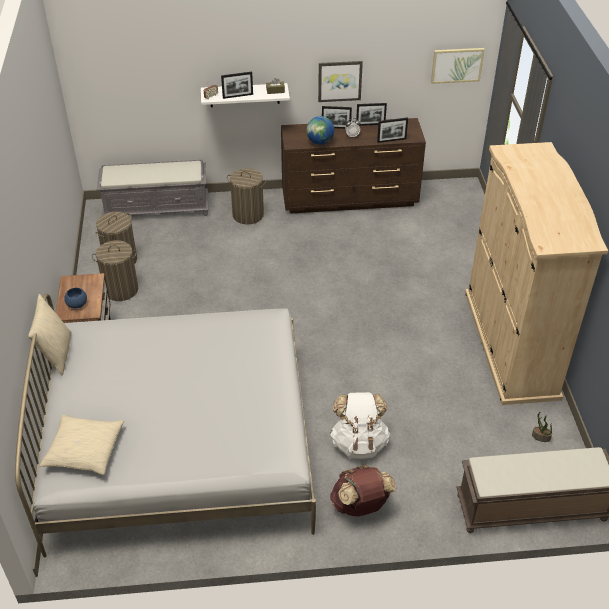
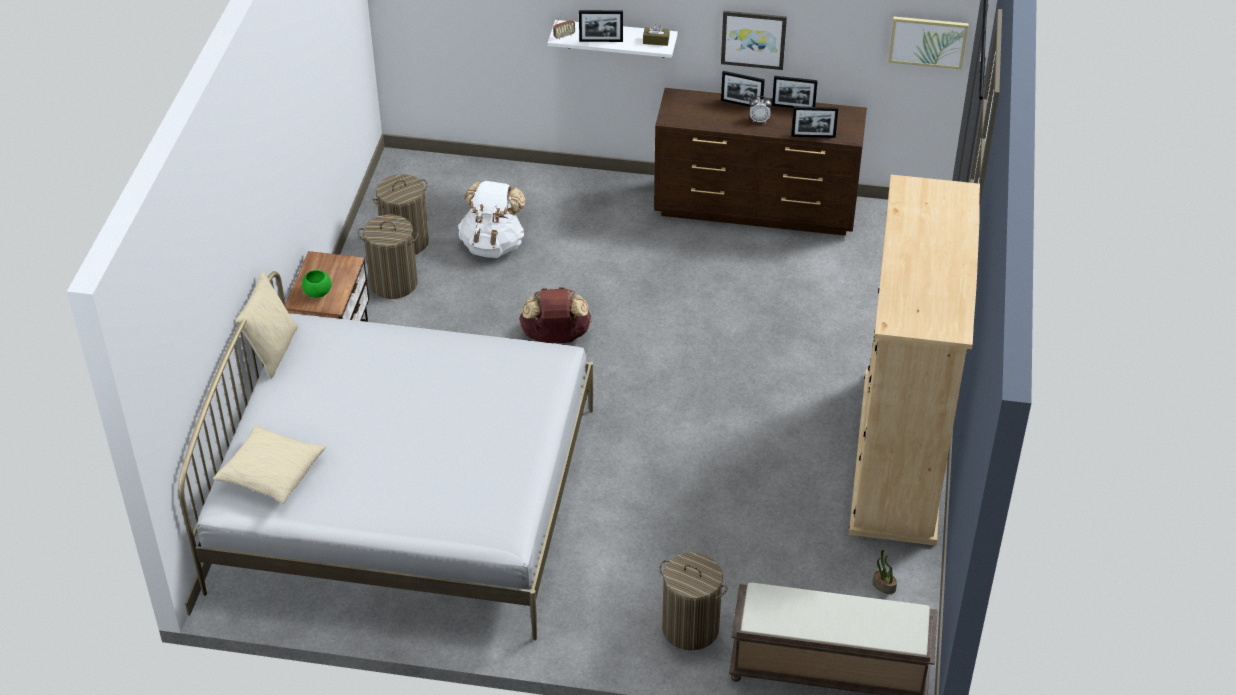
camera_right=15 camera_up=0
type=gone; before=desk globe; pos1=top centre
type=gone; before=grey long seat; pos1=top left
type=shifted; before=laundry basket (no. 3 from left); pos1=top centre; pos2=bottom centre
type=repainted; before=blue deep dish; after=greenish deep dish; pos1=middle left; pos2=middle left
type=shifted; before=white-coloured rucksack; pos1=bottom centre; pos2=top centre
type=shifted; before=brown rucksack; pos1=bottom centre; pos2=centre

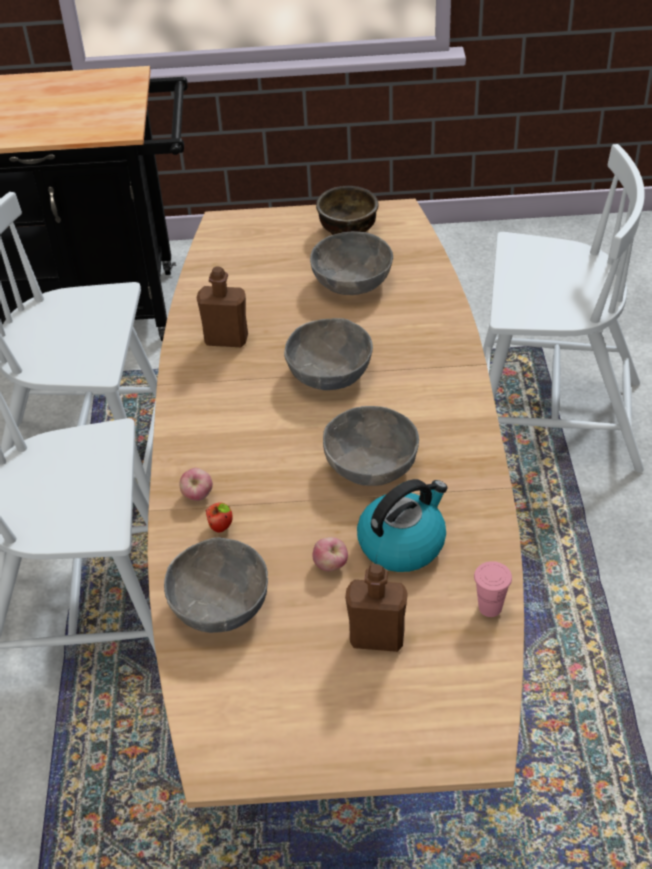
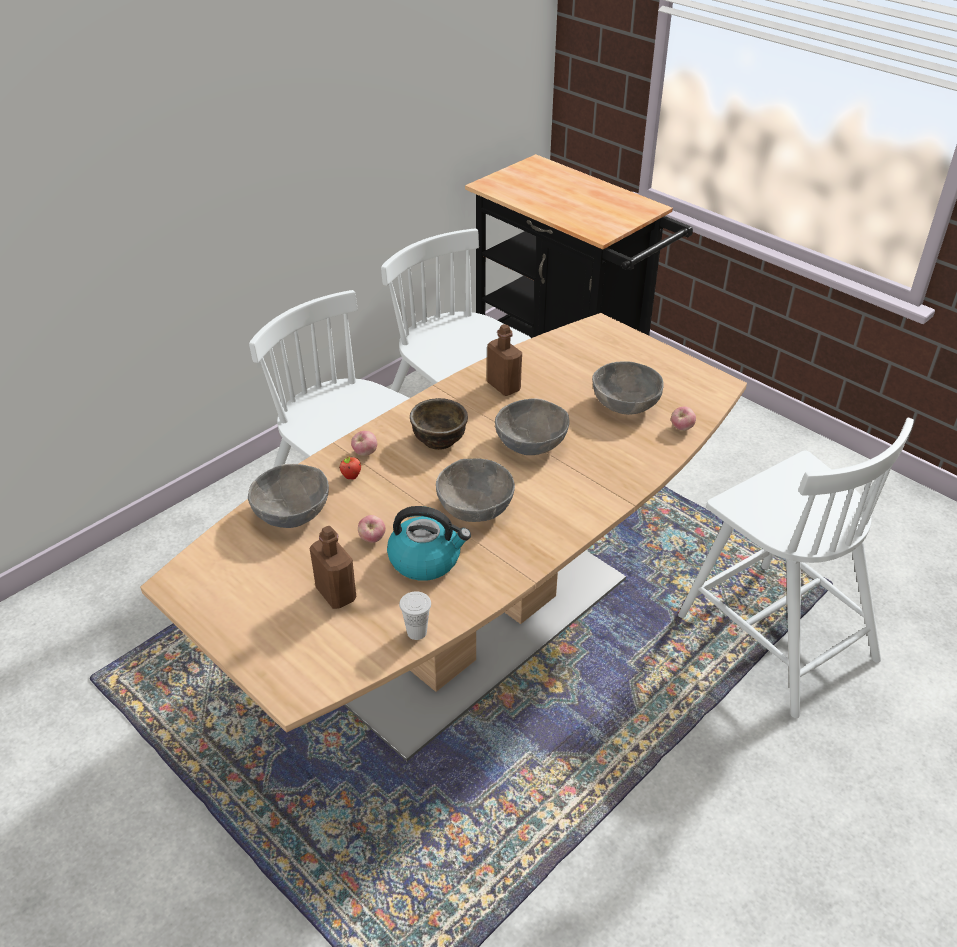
camera_right=45 camera_up=-5
type=shifted; before=brown deep dish; pos1=top centre; pos2=centre
type=repainted; before=pinkish cup; after=white-coloured cup; pos1=bottom right; pos2=centre
type=new; after=apple (no. 4 from left); pos2=middle right

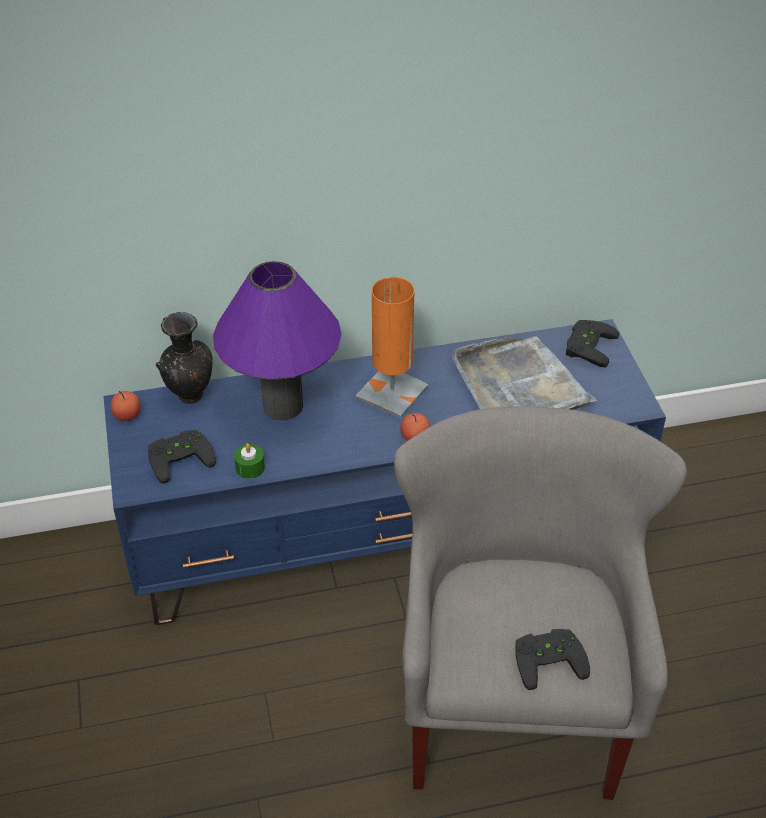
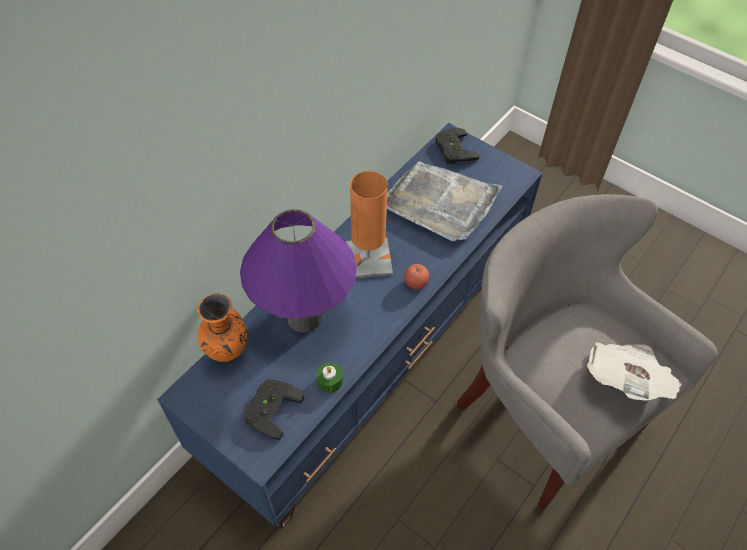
camera_right=-40 camera_up=10
type=repainted; before=black decorative vase; after=orange decorative vase; pos1=middle left; pos2=middle left
type=gone; before=apple (no. 1 from left); pos1=middle left
type=swapped; before=black joypad (no. 2 from left); after=printed paper; pos1=bottom right; pos2=bottom right

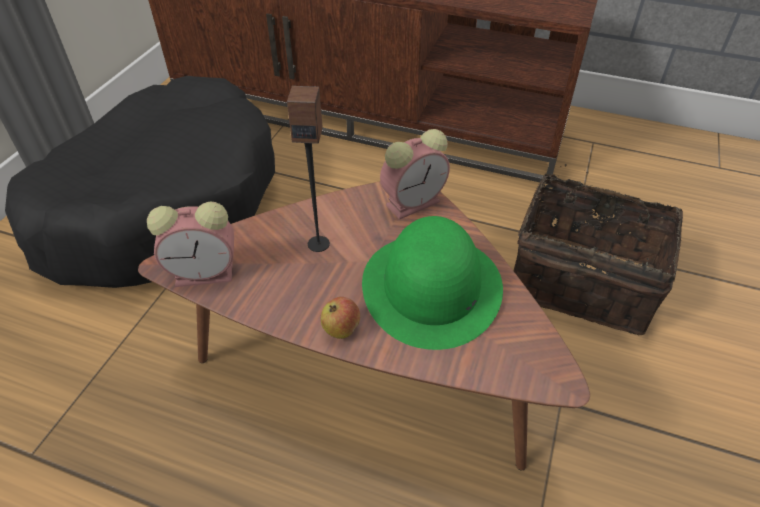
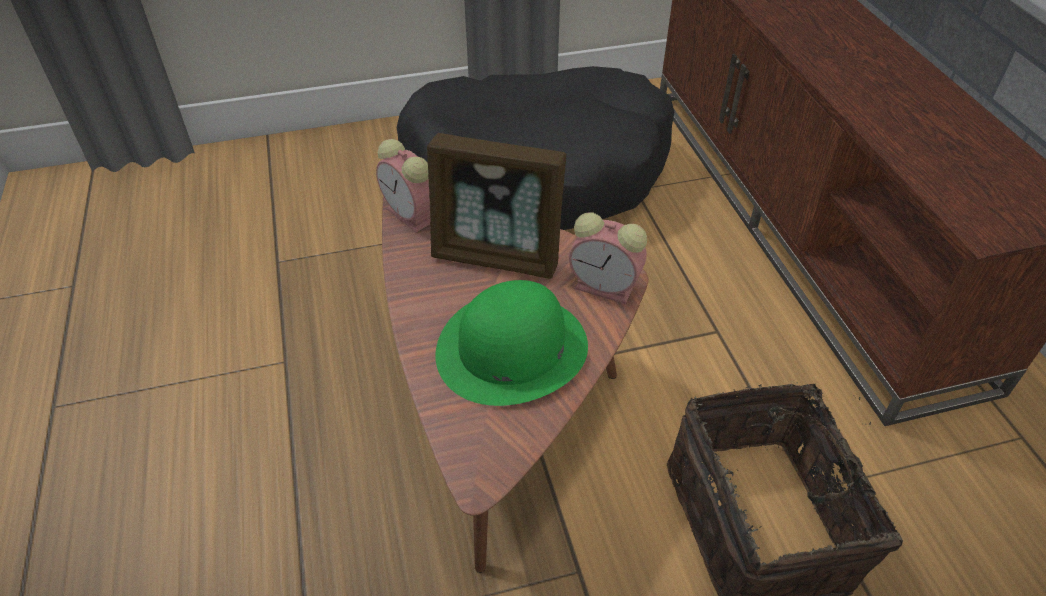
camera_right=55 camera_up=0
type=swapped; before=loudspeaker; after=photo frame; pos1=centre; pos2=centre
type=gone; before=apple; pos1=centre

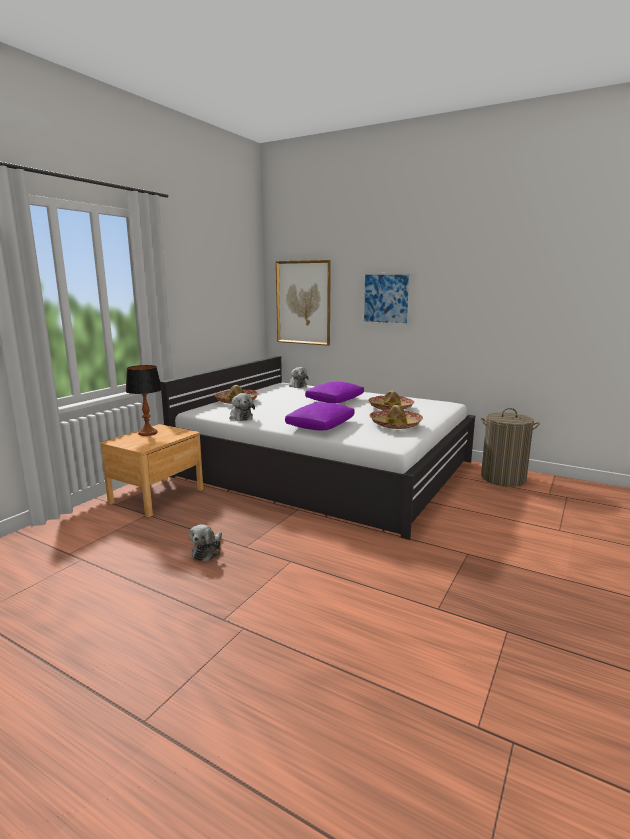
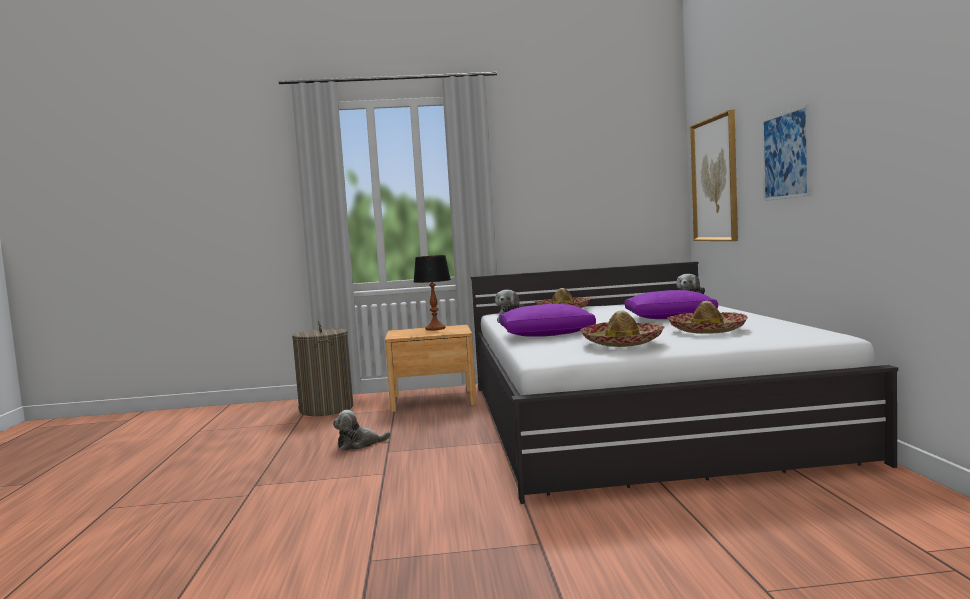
camera_right=55 camera_up=-10
type=shifted; before=laundry basket; pos1=middle right; pos2=middle left

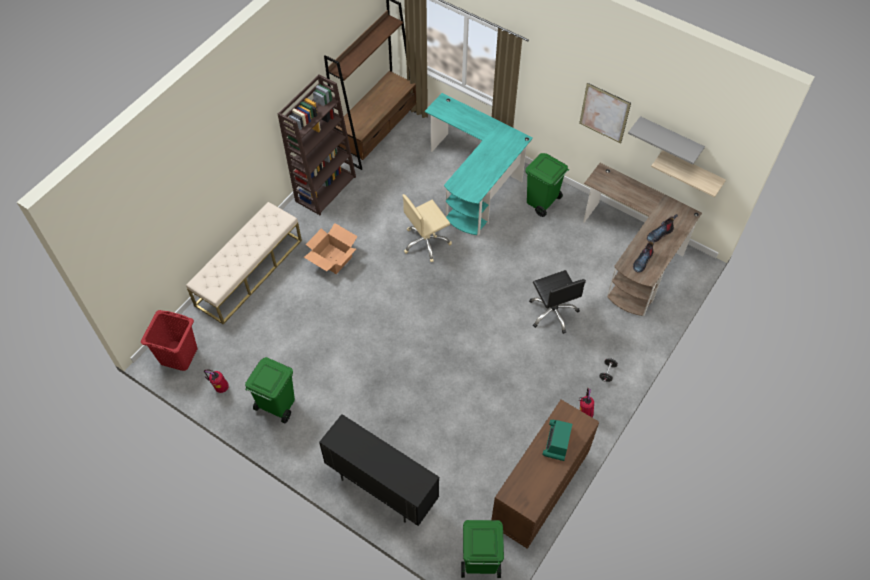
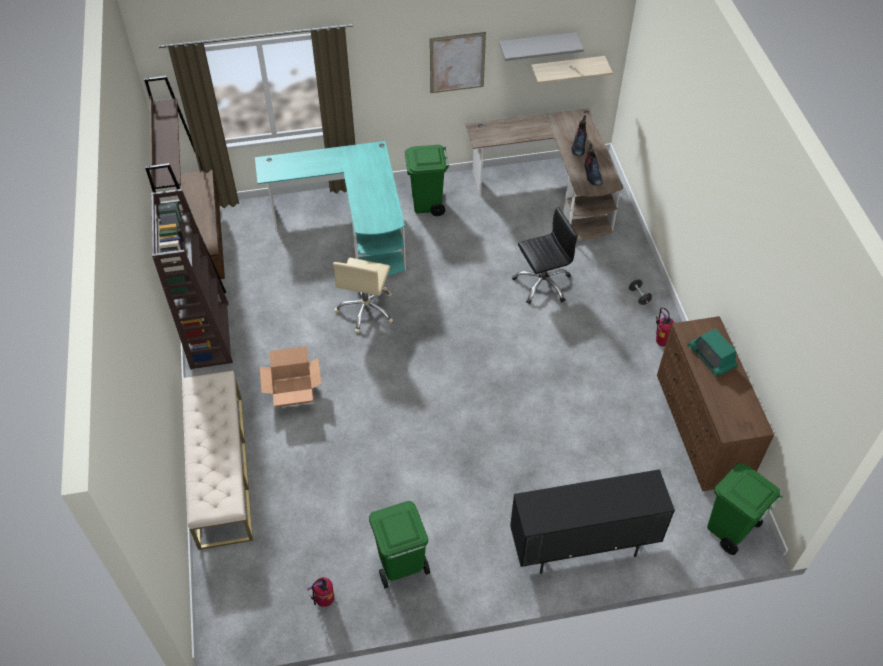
camera_right=-45 camera_up=-5
type=rotated; before=black computer chair; pos1=centre; pos2=centre; turn=-45
type=gone; before=reddish laundry basket; pos1=middle left

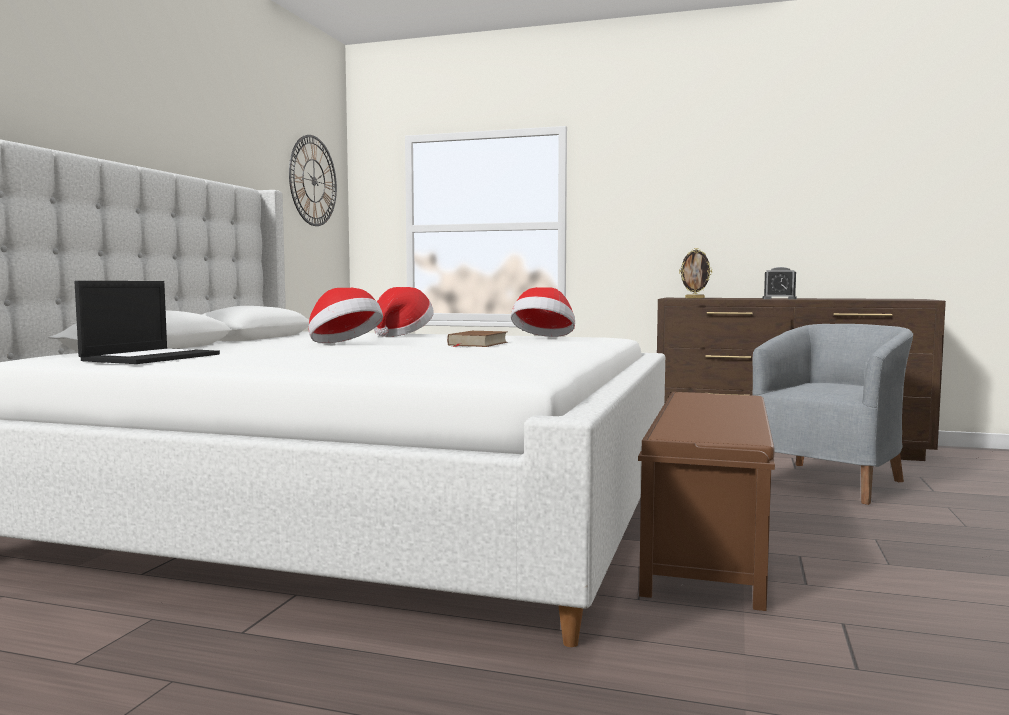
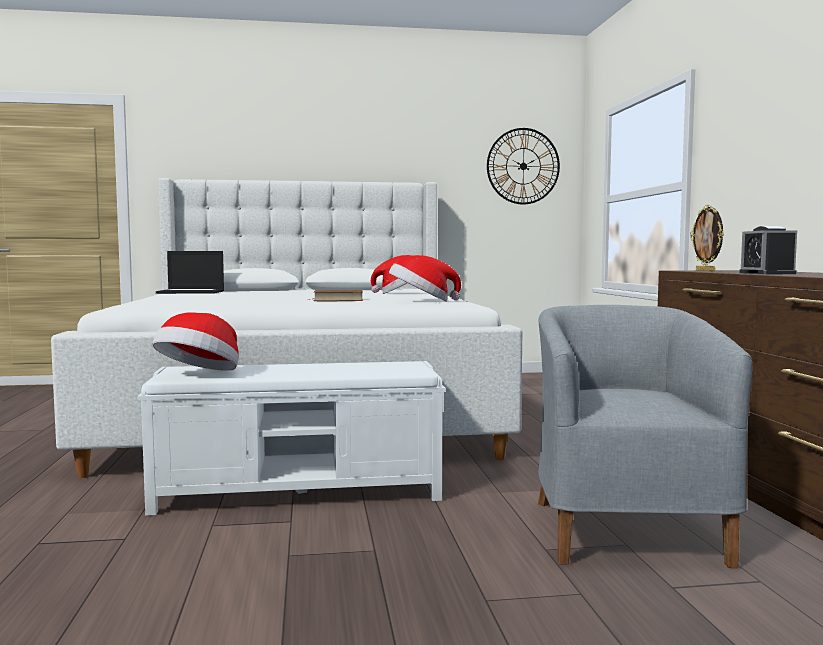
camera_right=65 camera_up=0
type=shifted; before=wearable hat (no. 1 from left); pos1=centre; pos2=middle left
type=rotated; before=grey lounge chair; pos1=middle right; pos2=bottom right; turn=-105
type=repainted; before=brown long seat; after=white-coloured long seat; pos1=bottom right; pos2=bottom centre

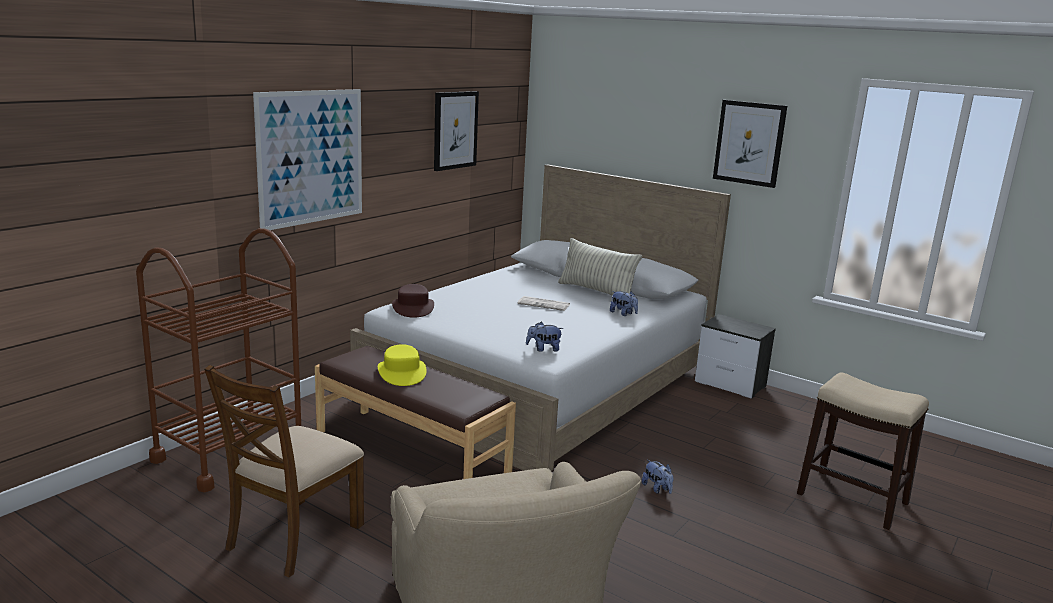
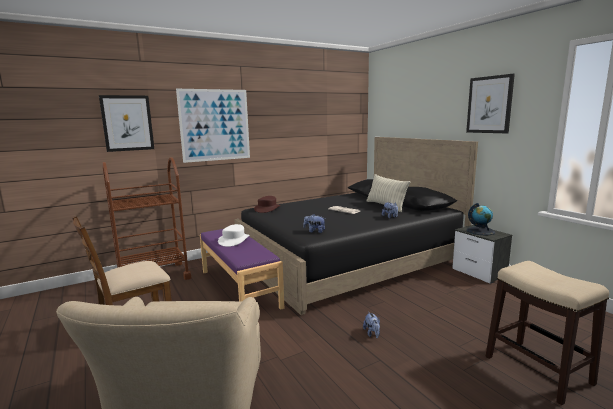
camera_right=25 camera_up=-5
type=shifted; before=picture (no. 2 from left in the first image); after=picture (no. 1 from left); pos1=top centre; pos2=top left
type=repainted; before=white-coloured bedroom bed; after=black bedroom bed; pos1=centre; pos2=centre
type=repainted; before=yellowish wearable hat; after=white-coloured wearable hat; pos1=centre; pos2=centre
type=repainted; before=brown long seat; after=purple long seat; pos1=bottom centre; pos2=centre
type=new; after=desk globe; pos2=middle right

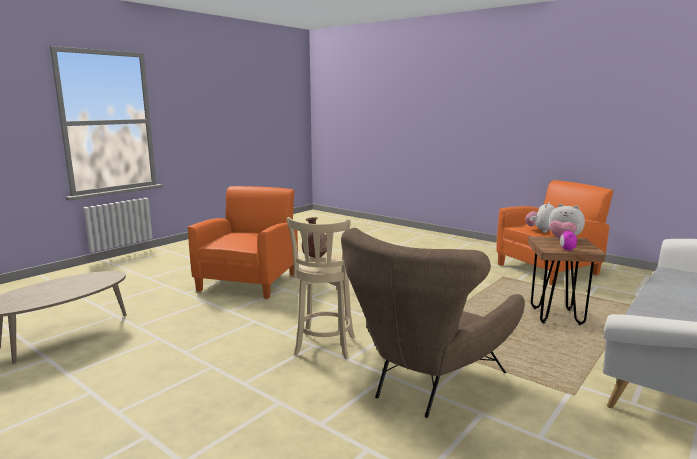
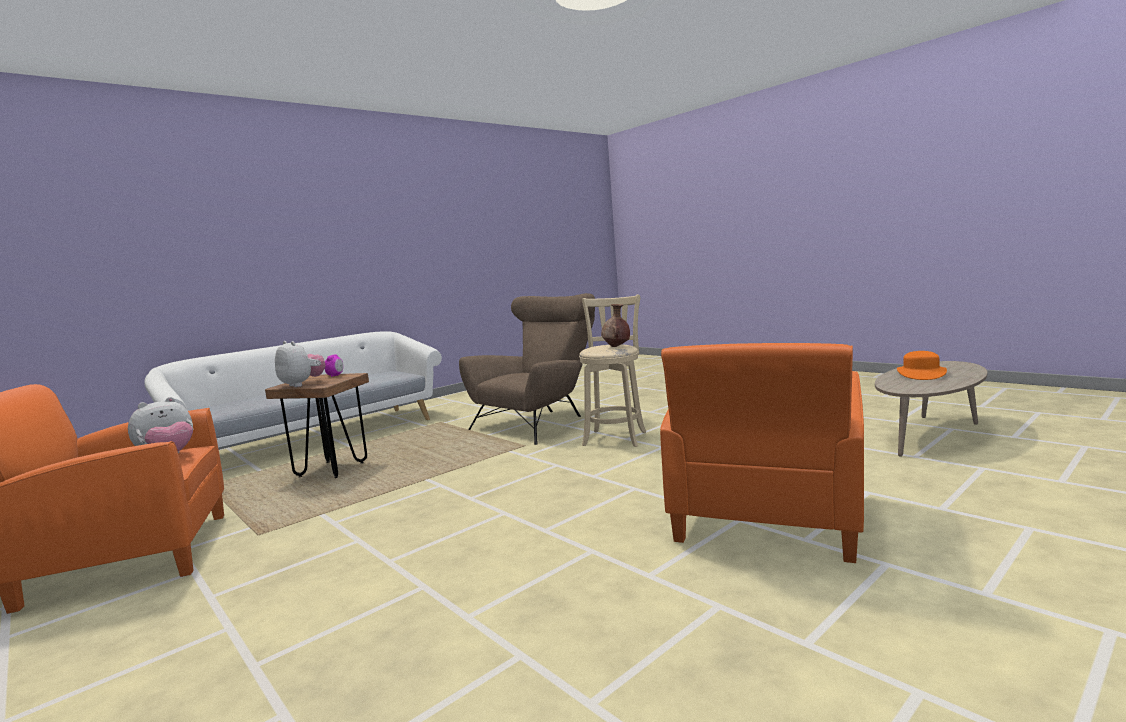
camera_right=-170 camera_up=-5
type=new; after=orange wearable hat; pos2=middle right

